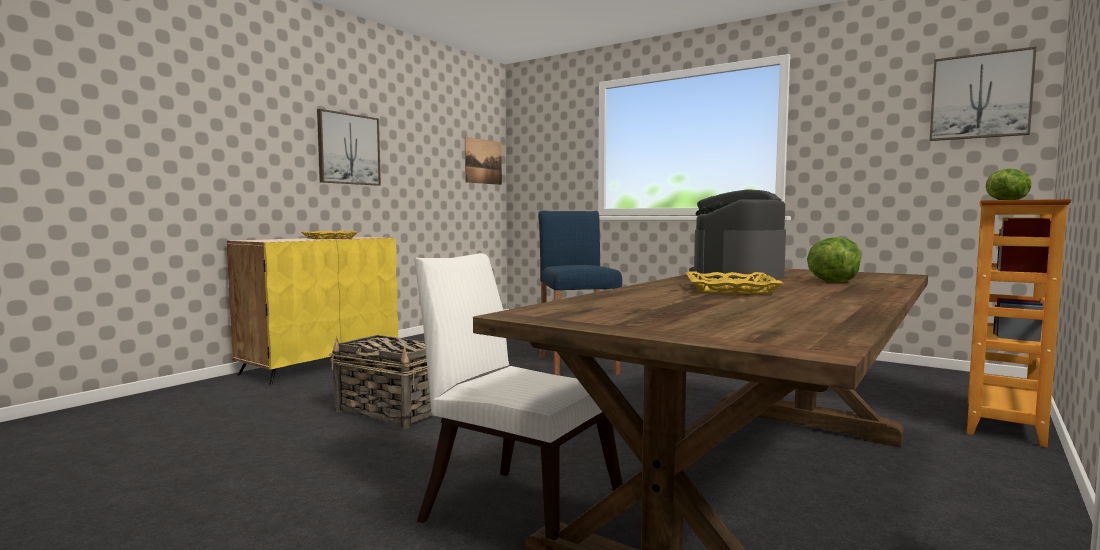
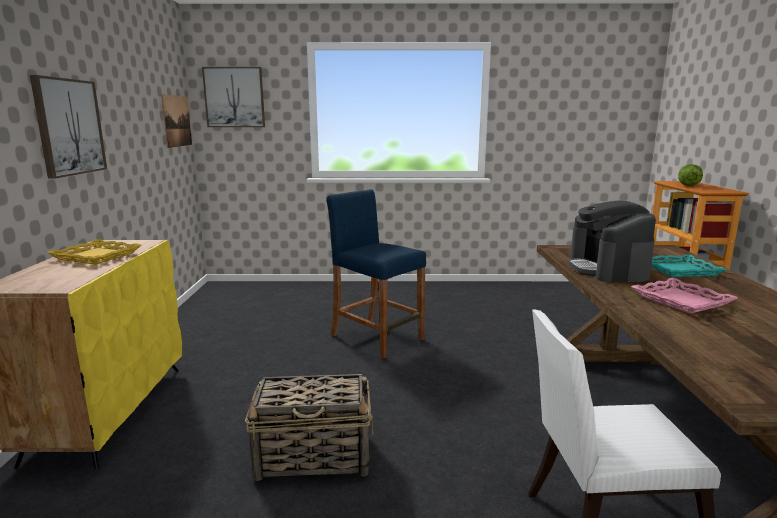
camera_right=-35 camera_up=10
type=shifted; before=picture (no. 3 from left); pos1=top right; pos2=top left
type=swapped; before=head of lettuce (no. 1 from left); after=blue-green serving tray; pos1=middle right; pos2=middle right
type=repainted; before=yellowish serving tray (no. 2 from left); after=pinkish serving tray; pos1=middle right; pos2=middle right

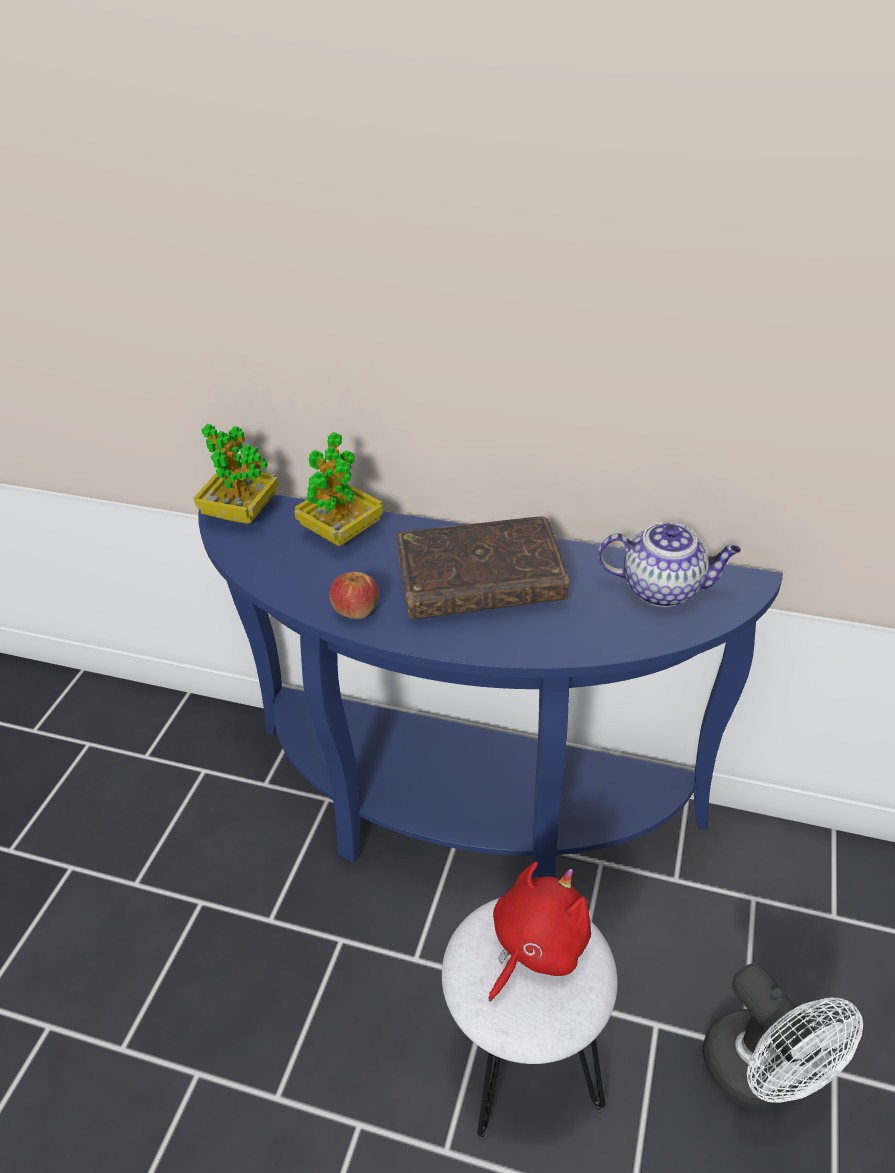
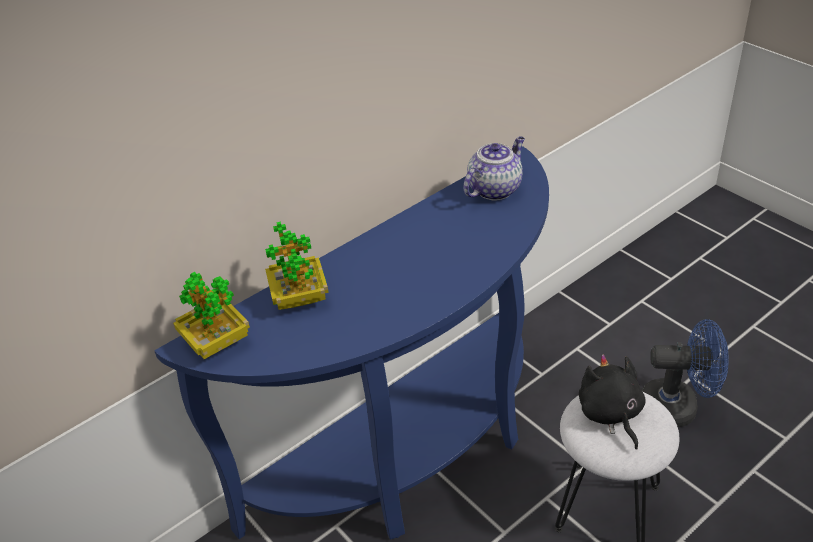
camera_right=-55 camera_up=0
type=gone; before=brown book; pos1=centre
type=gone; before=apple; pos1=centre
type=repainted; before=reddish plush toy; after=black plush toy; pos1=bottom centre; pos2=bottom right
type=repainted; before=white-coloured cooling fan; after=blue cooling fan; pos1=bottom right; pos2=bottom right

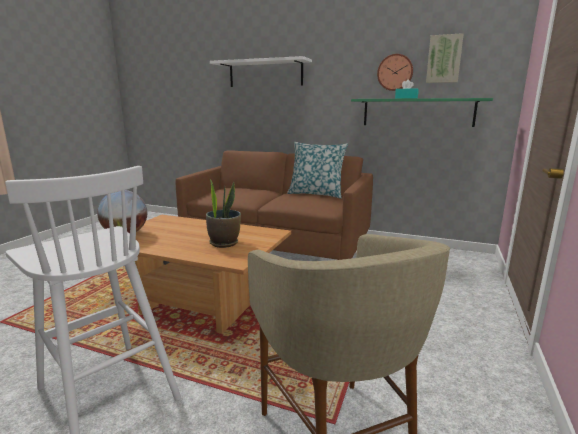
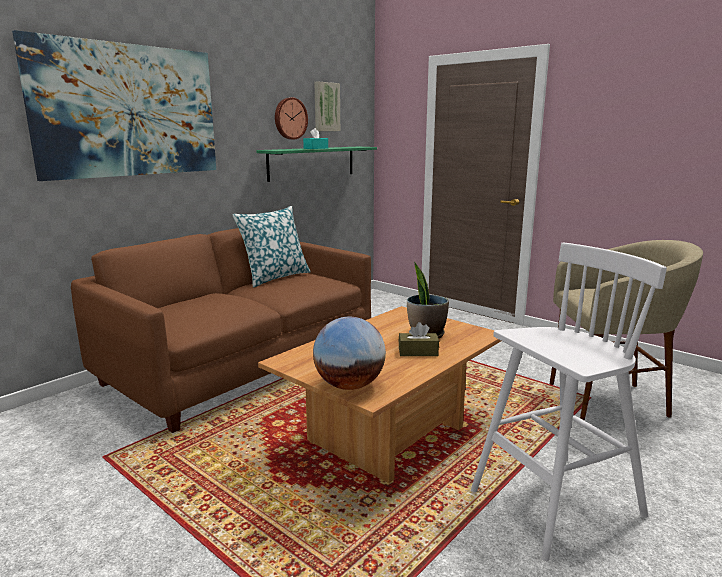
camera_right=-70 camera_up=0
type=swapped; before=white-coloured bracket shelf; after=picture (no. 1 from left); pos1=top centre; pos2=top left
type=new; after=brown box of tissues; pos2=centre

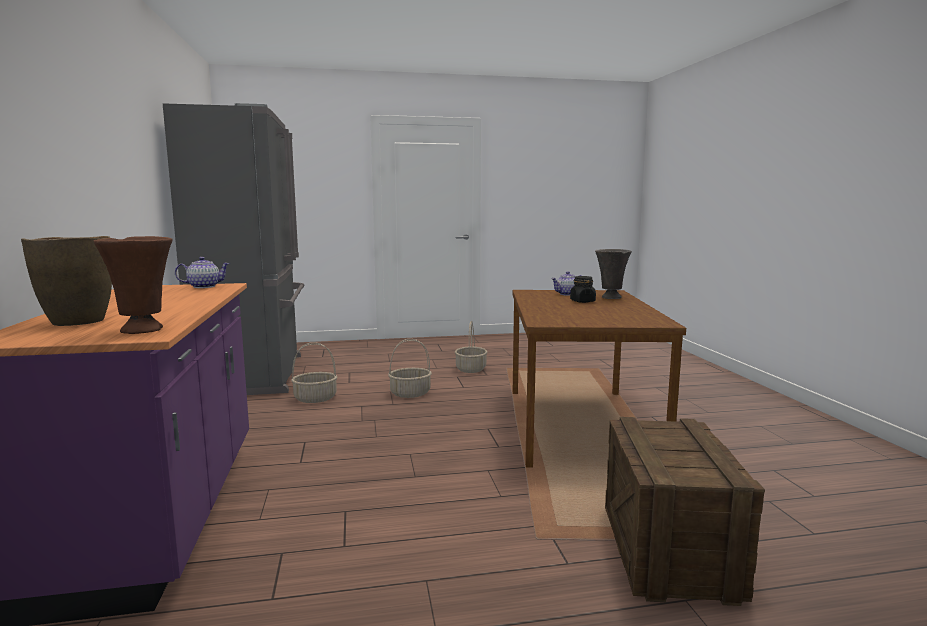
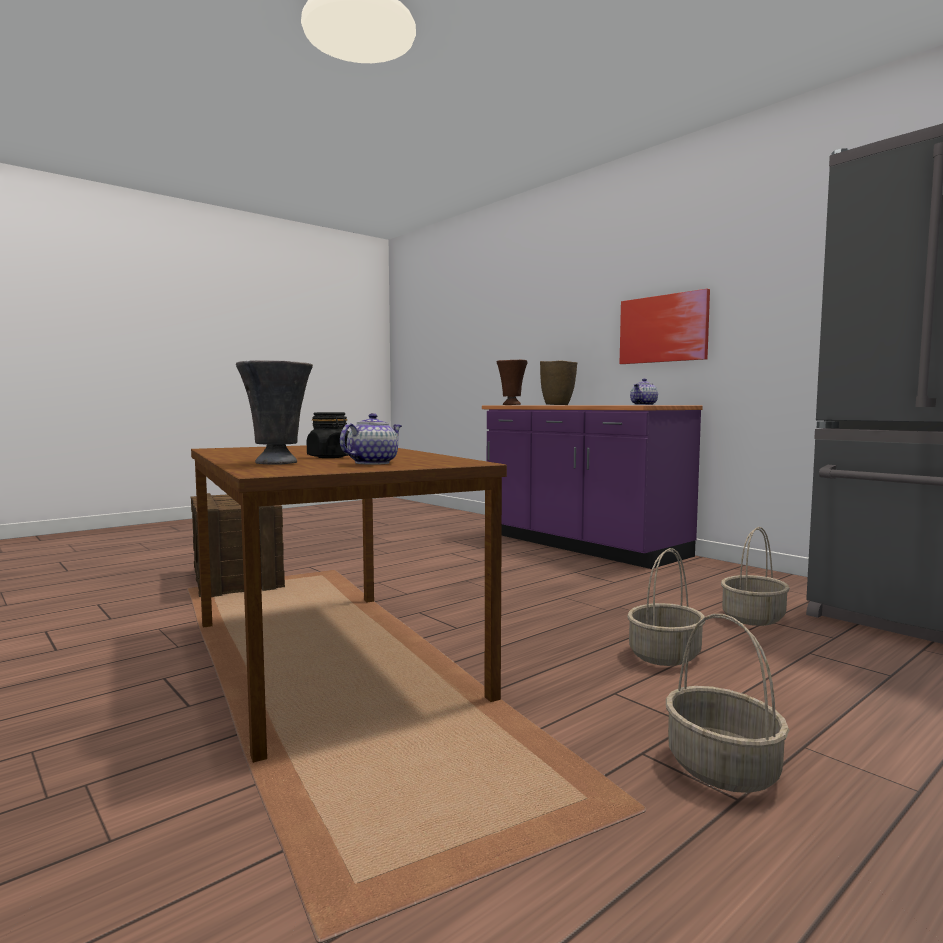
camera_right=150 camera_up=-5
type=new; after=picture; pos2=middle right

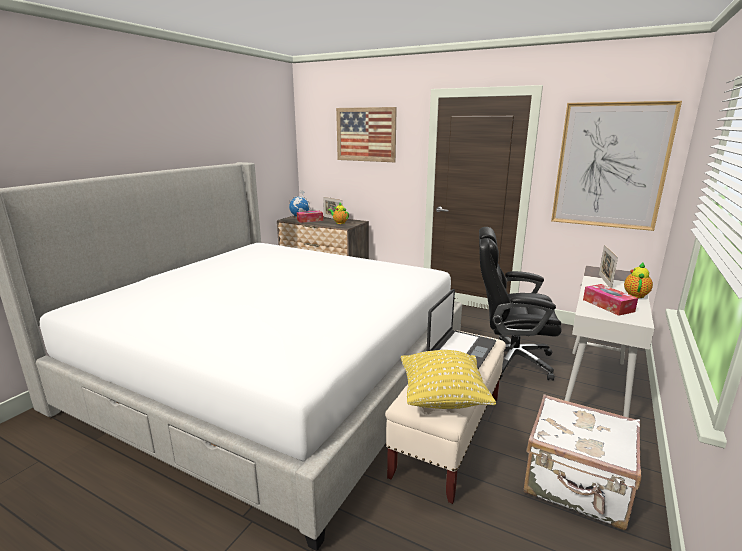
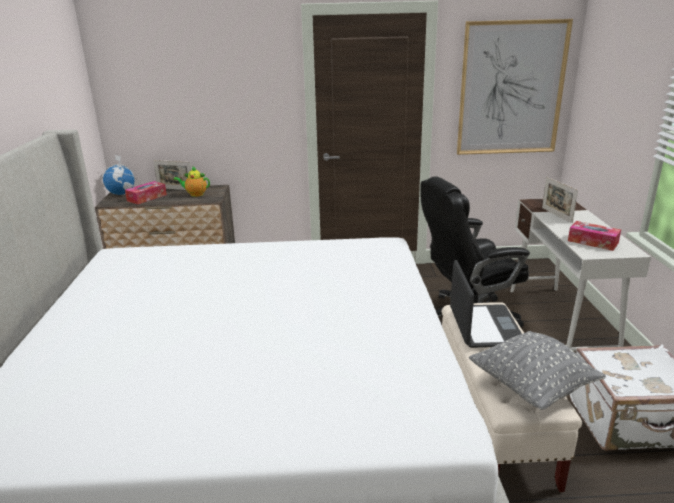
camera_right=-30 camera_up=5
type=gone; before=picture (no. 1 from left); pos1=top centre
type=gone; before=tea pot (no. 2 from left); pos1=middle right
type=repainted; before=yellowish pillow; after=grey pillow; pos1=bottom centre; pos2=bottom right

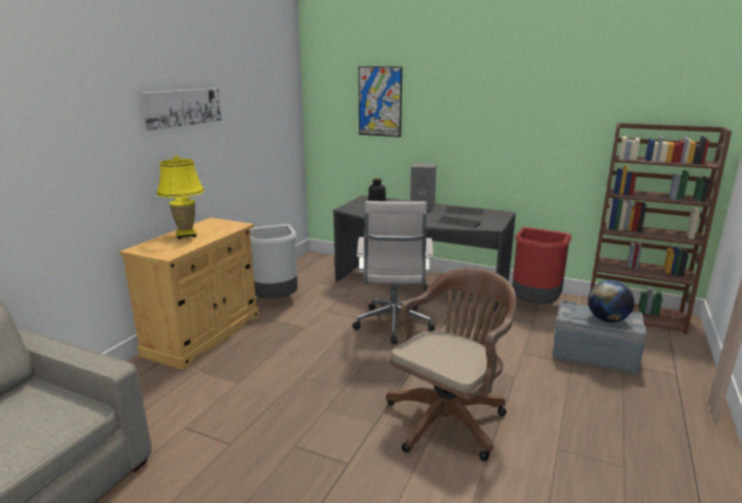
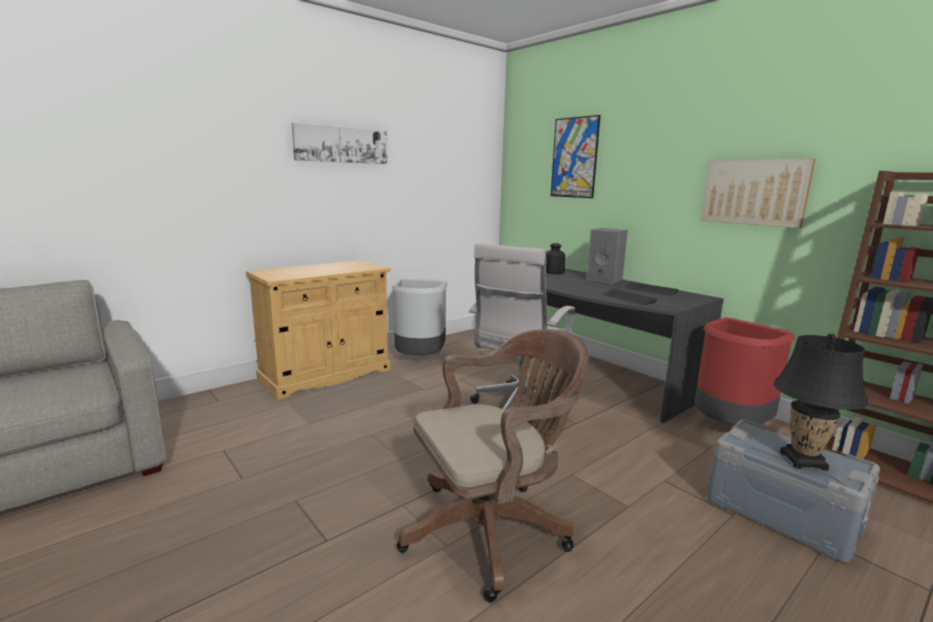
camera_right=25 camera_up=-5
type=gone; before=yellowish lamp for a table; pos1=middle left
type=swapped; before=desk globe; after=black lamp for a table; pos1=middle right; pos2=middle right
type=new; after=picture (no. 3 from left); pos2=top right

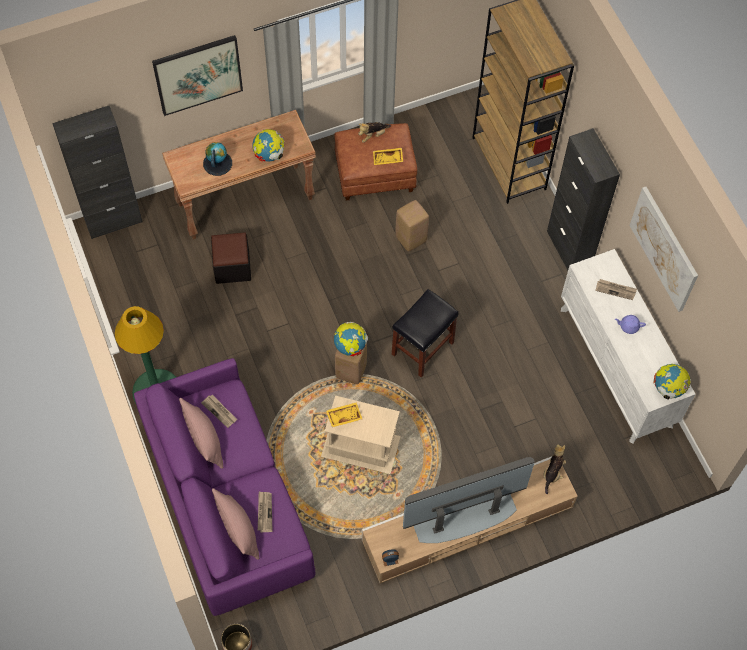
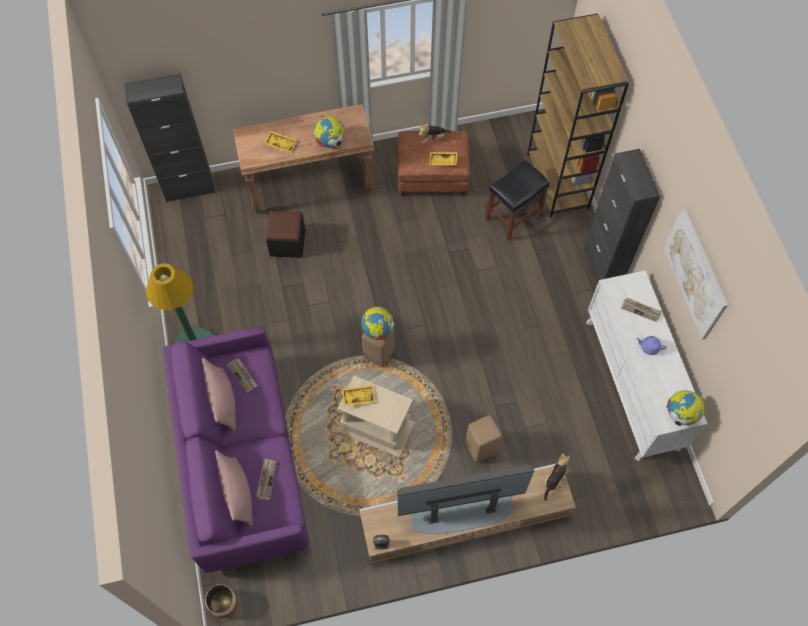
camera_right=10 camera_up=0
type=gone; before=picture (no. 1 from left); pos1=top left
type=swapped; before=desk globe (no. 1 from left); after=yellowish serving tray (no. 1 from left); pos1=top left; pos2=top centre
type=shifted; before=beige stool (no. 2 from left); pos1=centre; pos2=bottom centre
type=shifted; before=black stool; pos1=centre; pos2=top centre

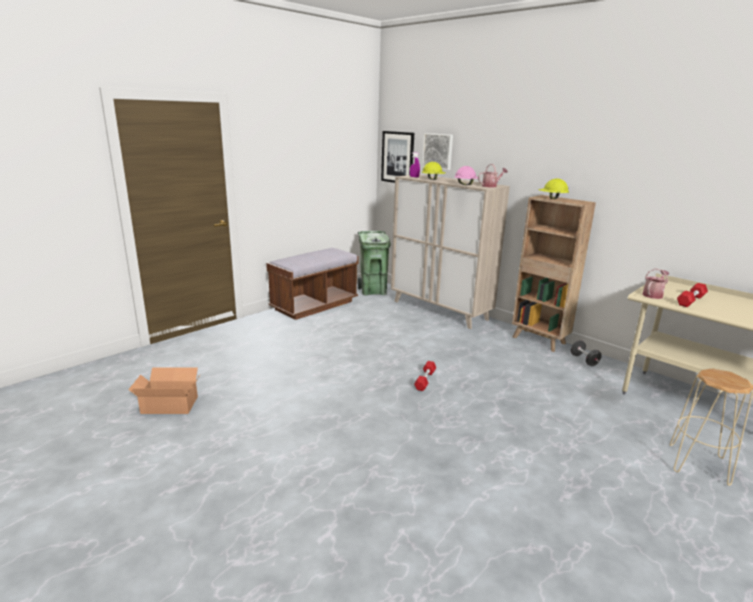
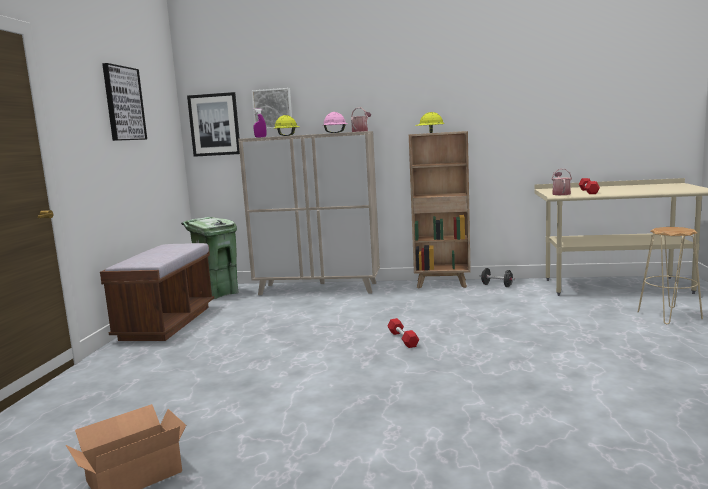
camera_right=-35 camera_up=-10
type=new; after=picture (no. 1 from left); pos2=top left

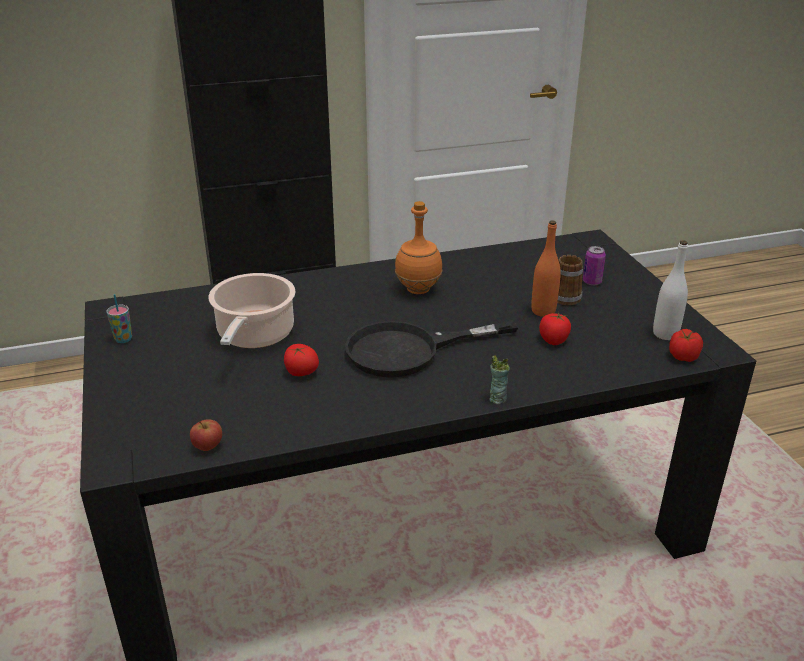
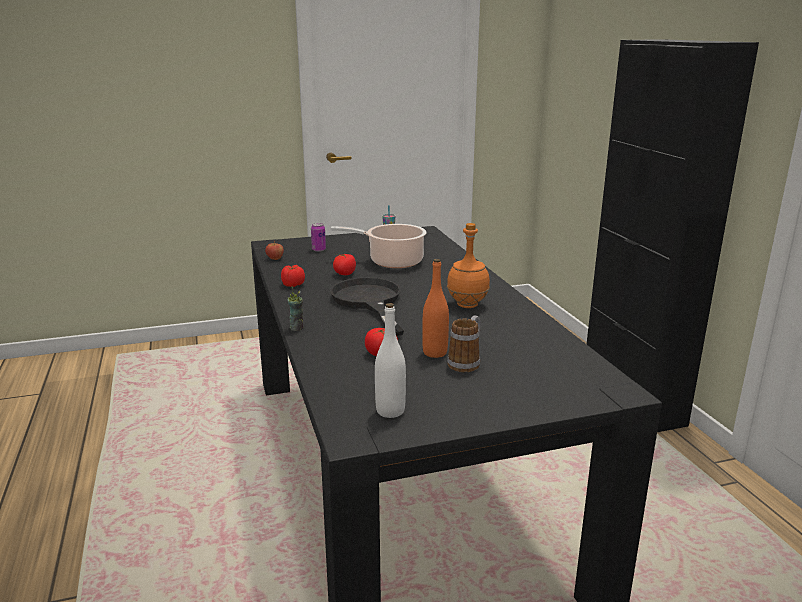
camera_right=90 camera_up=-10
type=shifted; before=sealed can; pos1=middle right; pos2=centre
type=shifted; before=whole tomato (no. 3 from left in the first image); after=whole tomato (no. 1 from left); pos1=middle right; pos2=centre

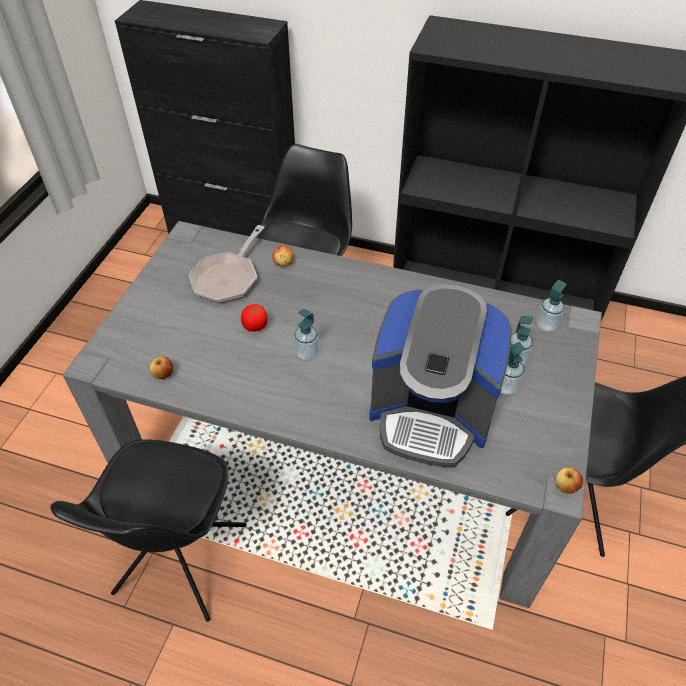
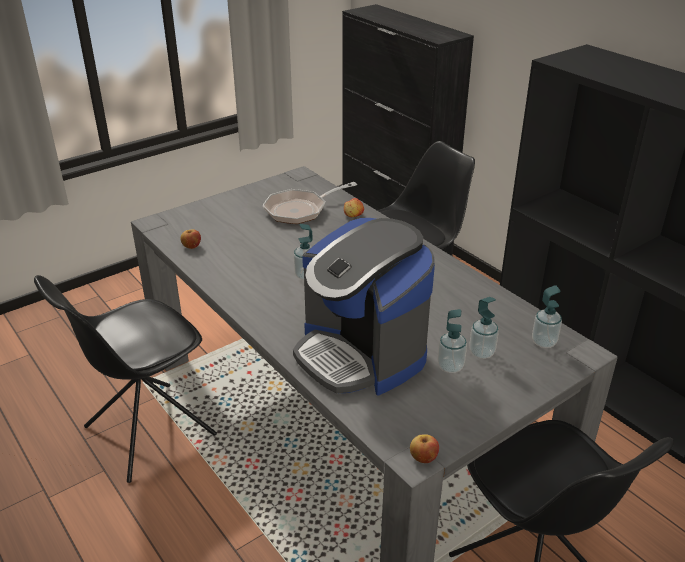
camera_right=35 camera_up=-15
type=gone; before=whole tomato; pos1=centre

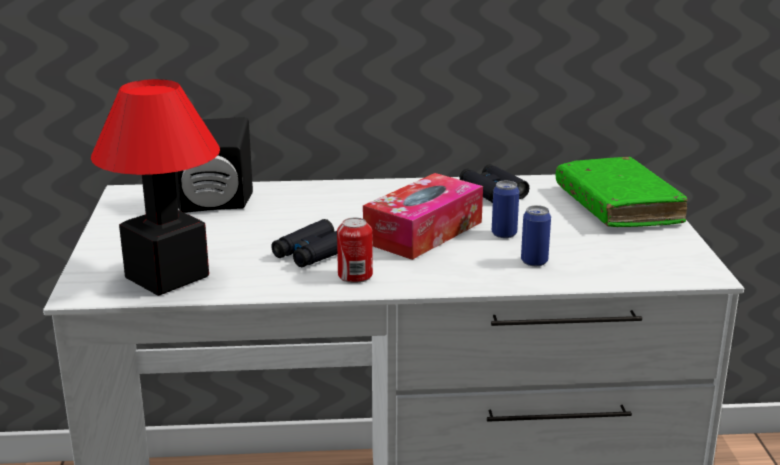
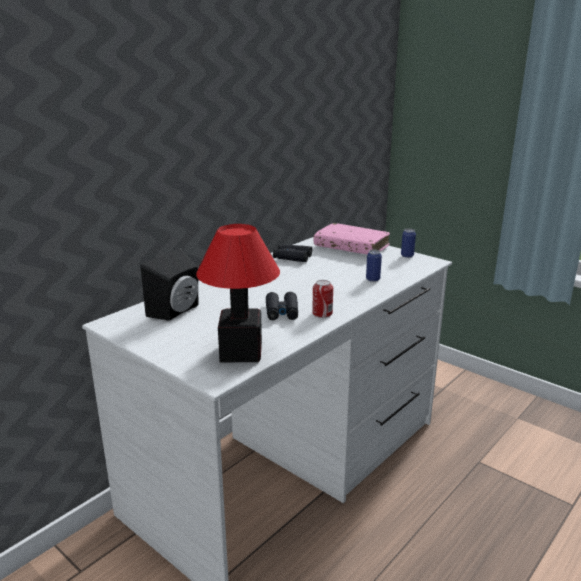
camera_right=-45 camera_up=0
type=repainted; before=greenish book; after=pinkish book; pos1=middle right; pos2=centre
type=gone; before=box of tissues; pos1=centre
type=shifted; before=sealed can (no. 2 from left in the first image); after=sealed can (no. 3 from left); pos1=centre; pos2=middle right

